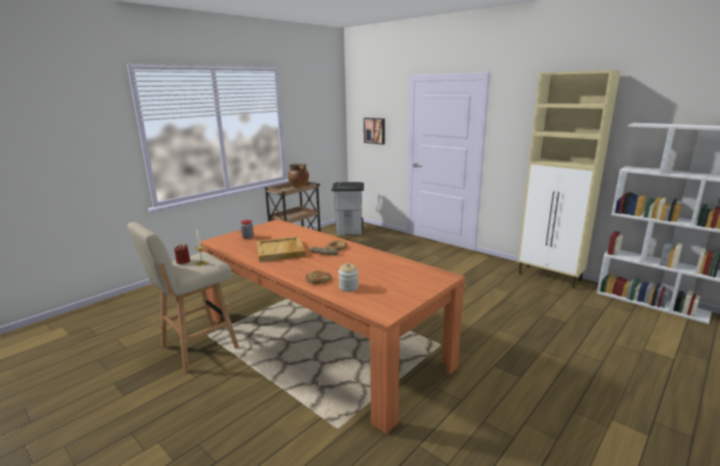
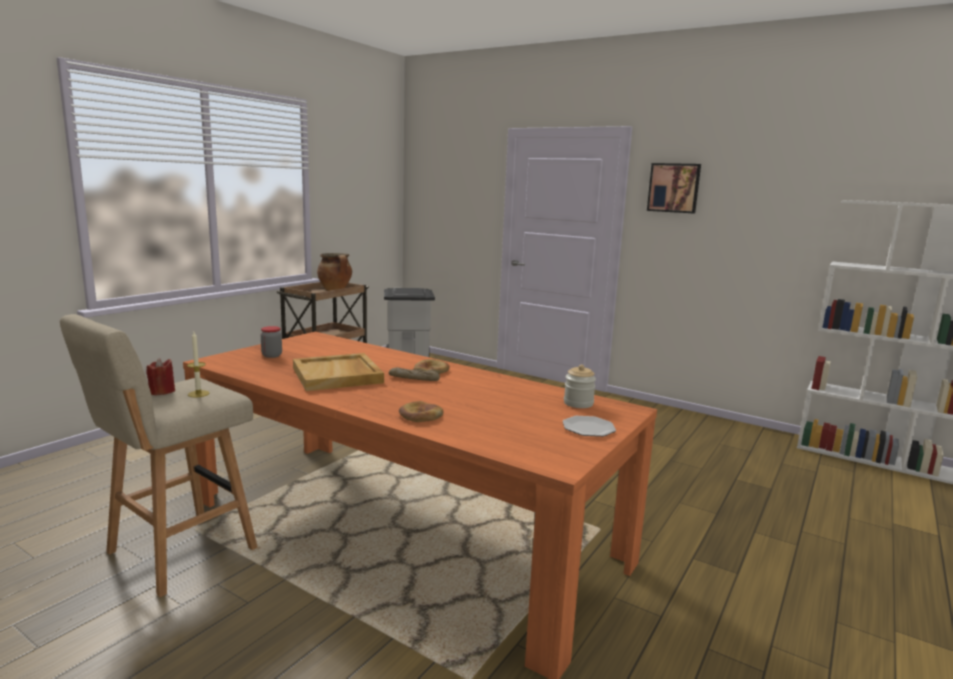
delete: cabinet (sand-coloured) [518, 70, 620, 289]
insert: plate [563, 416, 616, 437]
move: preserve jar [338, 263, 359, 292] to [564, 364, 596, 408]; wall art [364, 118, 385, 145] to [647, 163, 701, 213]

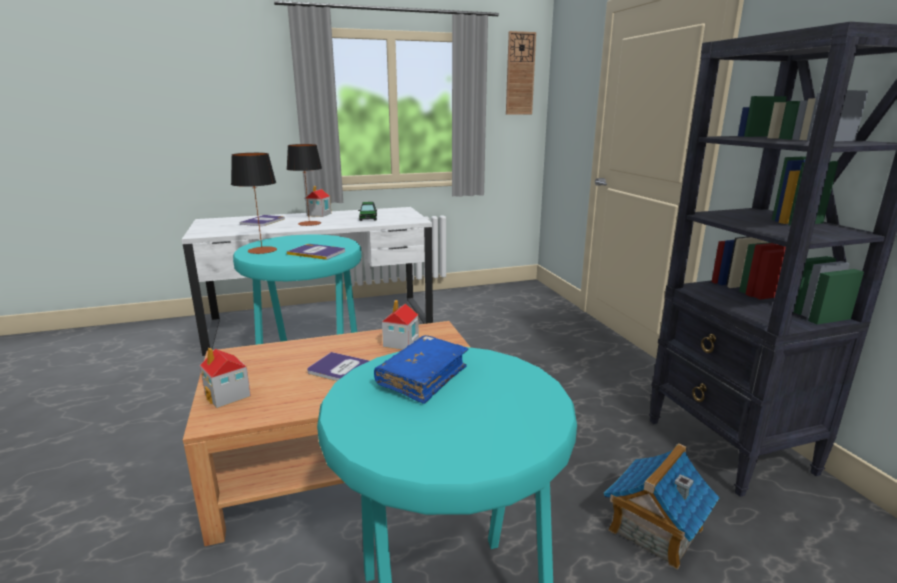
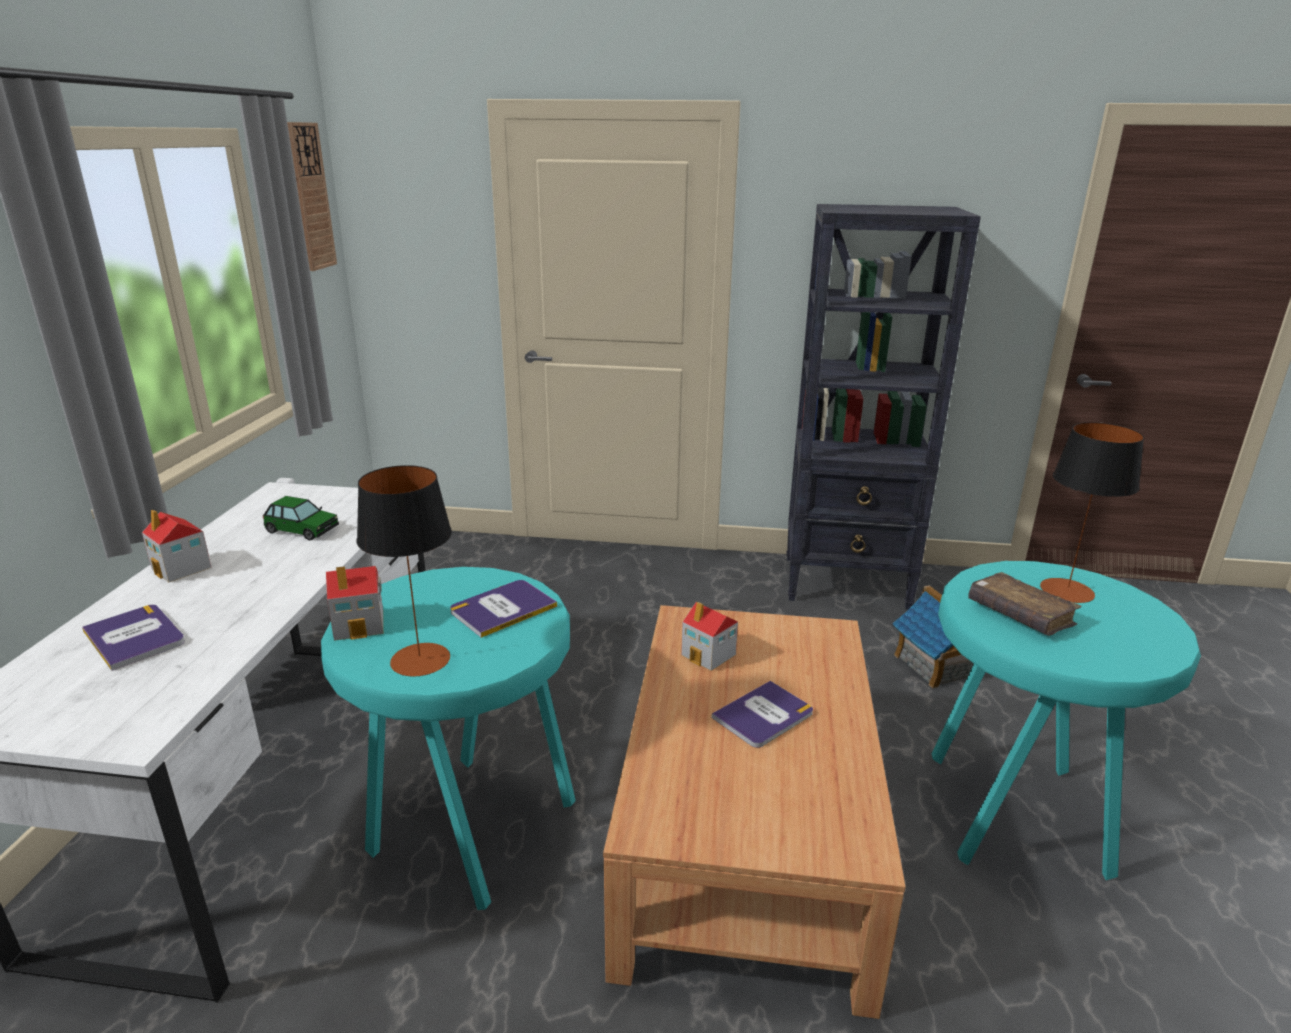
move: toy house [200, 348, 251, 408] to [326, 566, 383, 641]; table lamp [287, 144, 322, 226] to [1040, 422, 1144, 603]
recolor: bound book (blue-coloured) [374, 335, 468, 404] to bound book (brown-coloured) [968, 572, 1082, 636]

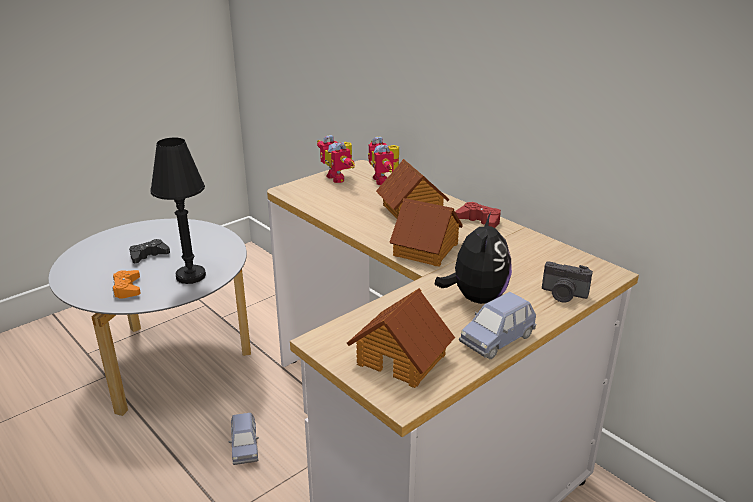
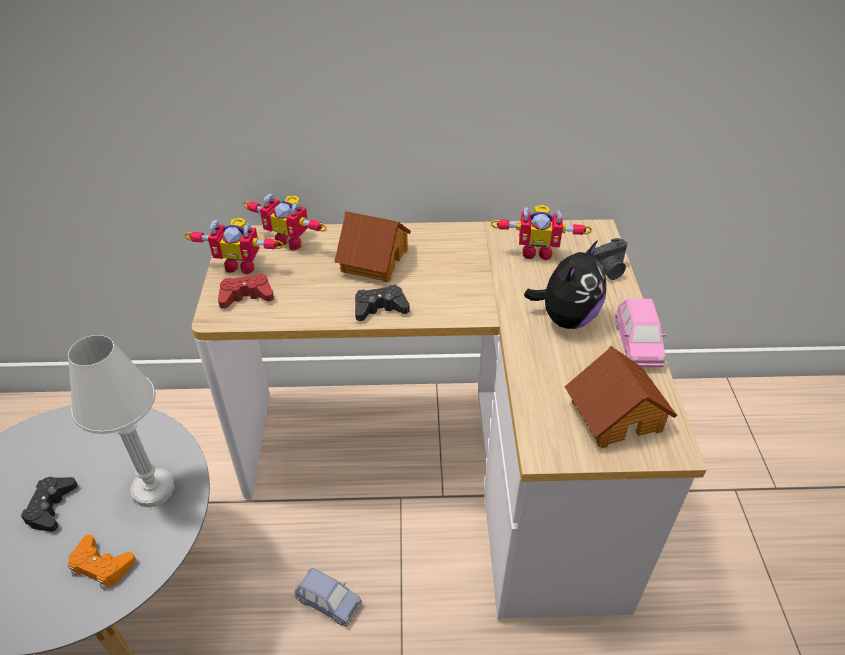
delete: toy house [389, 198, 463, 266]
insert: gamepad (black-coloured) [355, 285, 410, 321]; toy robot [491, 205, 592, 261]
move: gamepad (red-coloured) [455, 202, 501, 228] to [218, 273, 274, 309]
recolor: table lamp (black-coloured) [150, 137, 206, 284] to table lamp (white-coloured) [68, 335, 175, 507]; toy car (blue-coloured) [459, 292, 536, 359] to toy car (pink-coloured) [615, 299, 667, 367]
rotate: soft toy [434, 213, 512, 304] = [524, 240, 606, 329] 75 degrees clockwise

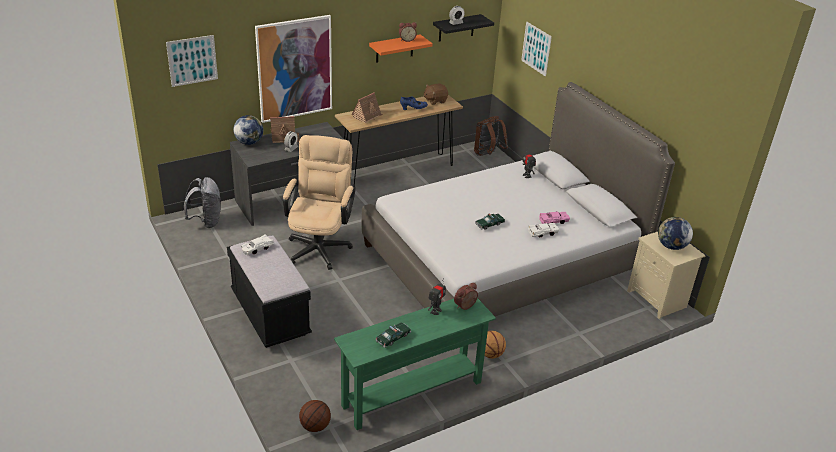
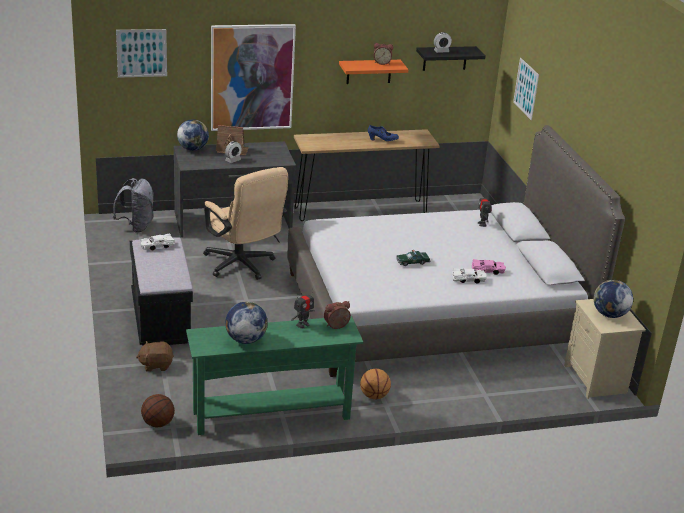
delete: toy house [351, 93, 383, 123]; backpack (brown-coloured) [474, 116, 508, 156]
move: soft toy (brown-coloured) [423, 84, 448, 105] to [136, 341, 174, 372]
replace: toy car [375, 322, 411, 348] to desk globe [225, 302, 268, 344]
rotate: computer chair (sand-coloured) [283, 135, 356, 270] = [203, 167, 288, 280] 120 degrees clockwise

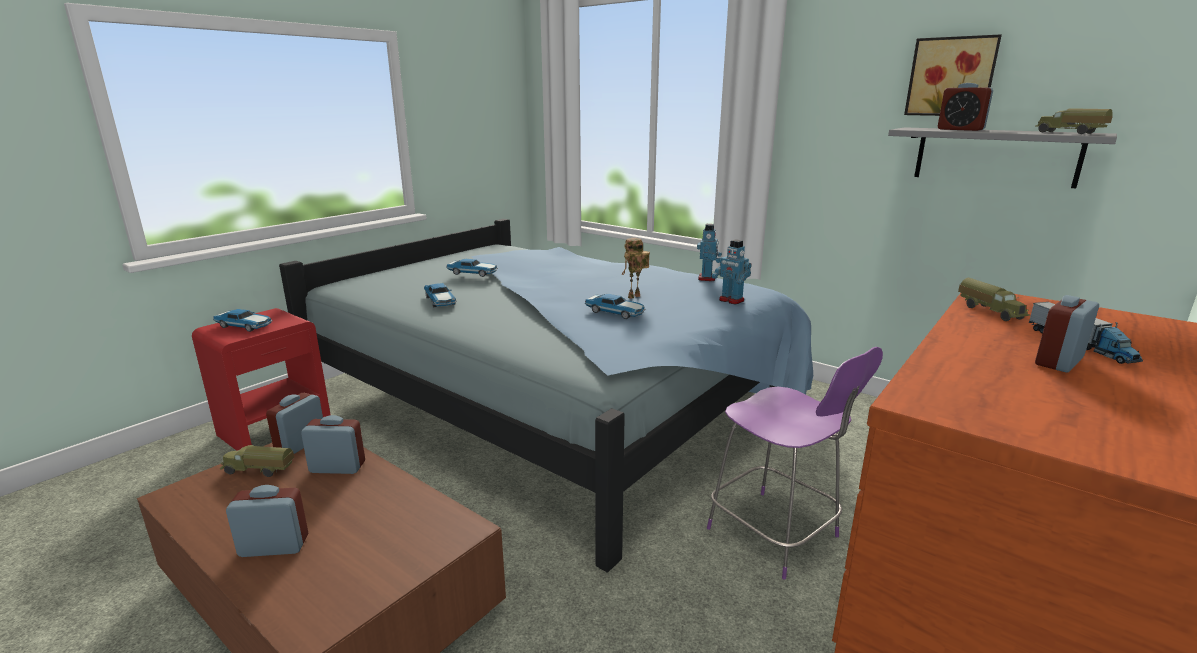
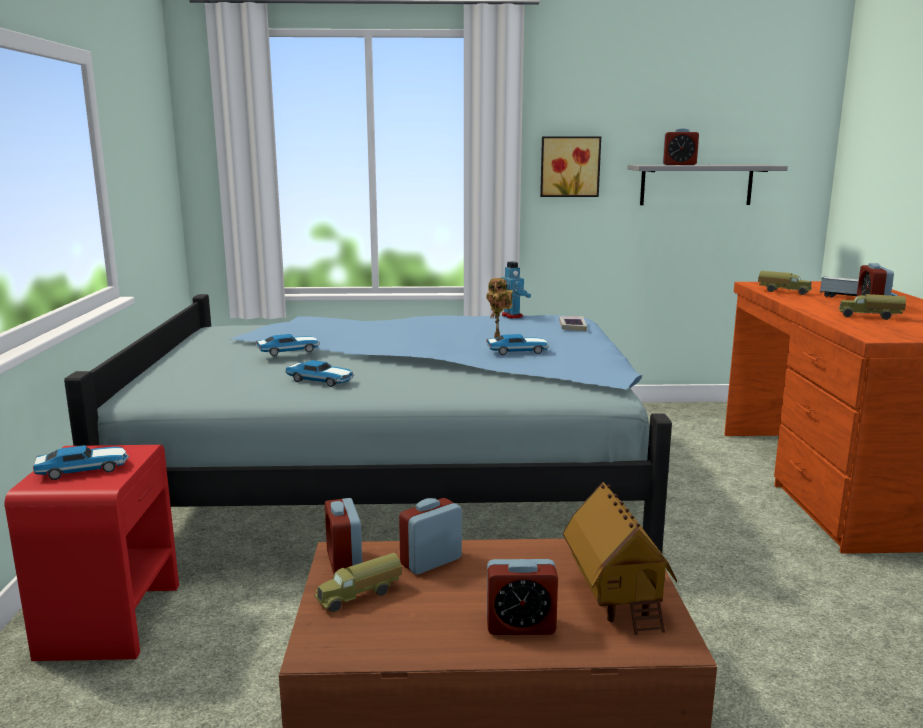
delete: chair (purple) [707, 347, 883, 580]
insert: toy house [563, 482, 677, 635]
move: wall art [904, 34, 1002, 116] to [540, 136, 601, 197]; model truck [1035, 108, 1113, 134] to [839, 294, 906, 320]
replace: toy robot [712, 239, 752, 304] to bound book [559, 316, 587, 332]
rotate: table clock [226, 485, 308, 557] = [487, 559, 558, 635] 135 degrees counterclockwise

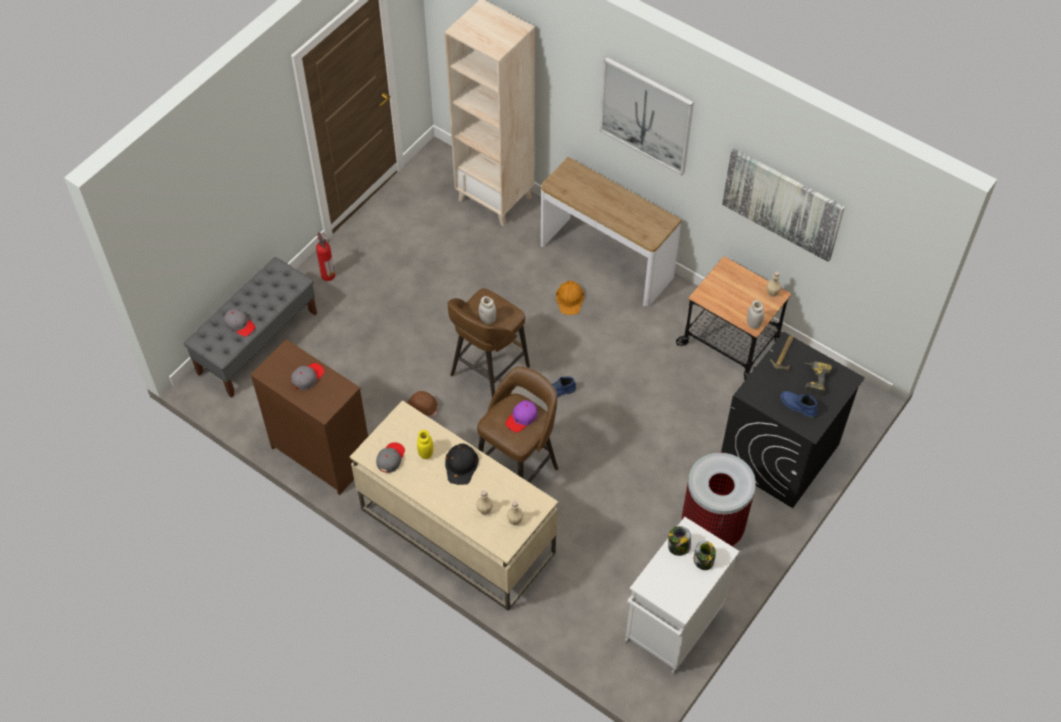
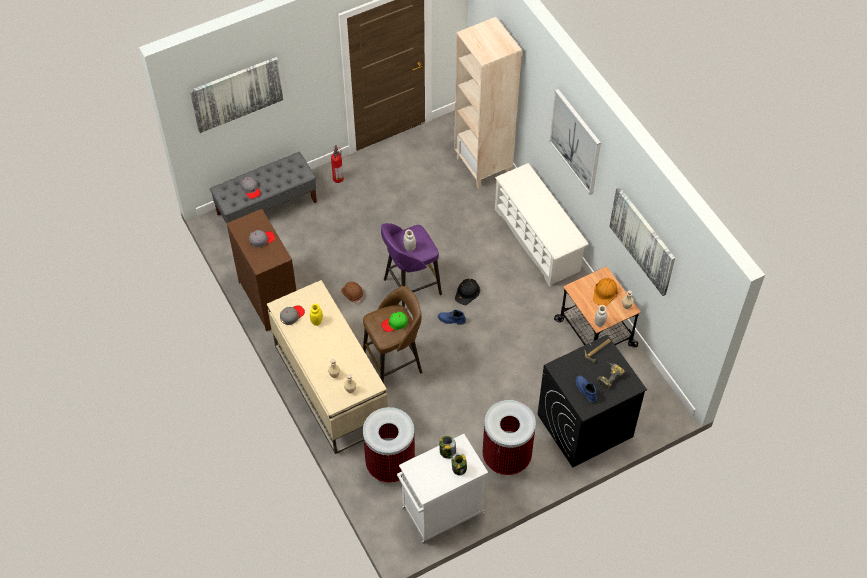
insert: wall art [190, 57, 283, 133]; waste bin [363, 407, 415, 483]
move: safety helmet (black-coloured) [445, 444, 479, 485] to [455, 279, 480, 305]; safety helmet (orange-coloured) [556, 281, 584, 315] to [593, 278, 618, 306]
replace: console table [541, 157, 682, 307] to shoe rack (white-coloured) [495, 163, 588, 287]
recolor: stool seat (brown-coloured) [448, 288, 530, 397] to stool seat (purple) [381, 223, 442, 308]; baseball cap (purple) [505, 400, 538, 433] to baseball cap (green) [381, 312, 408, 332]

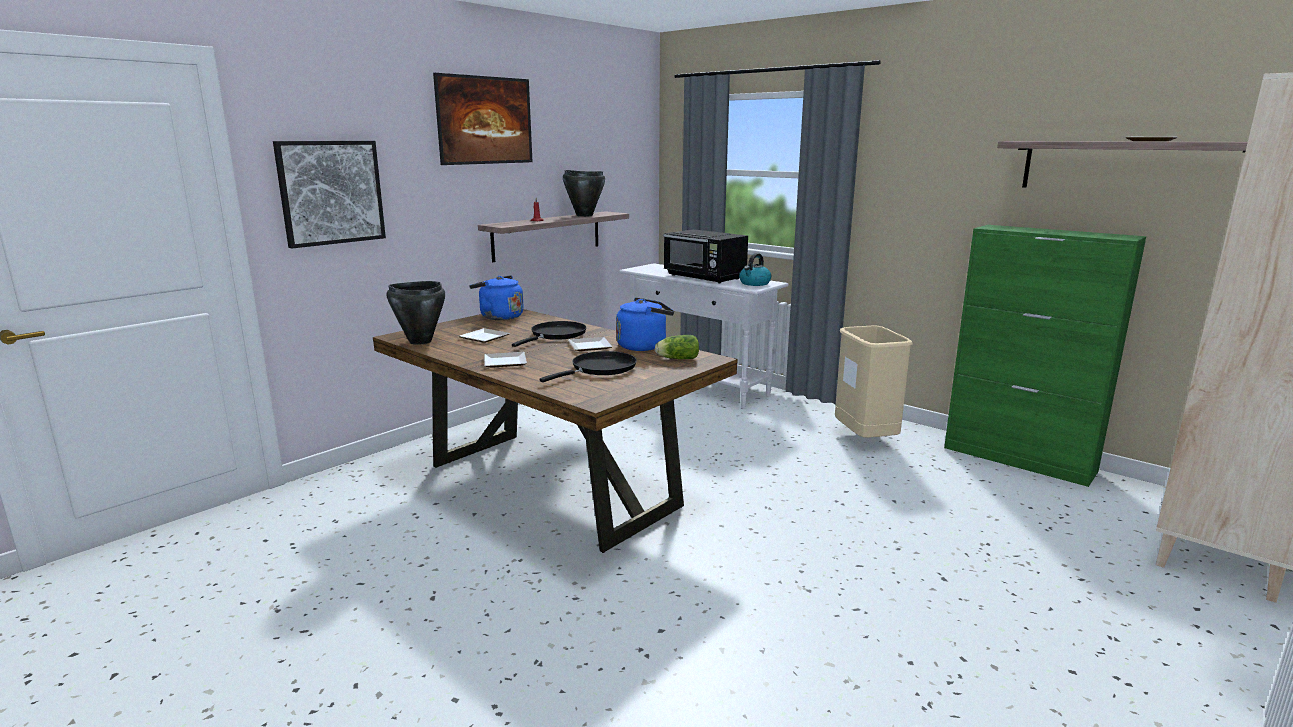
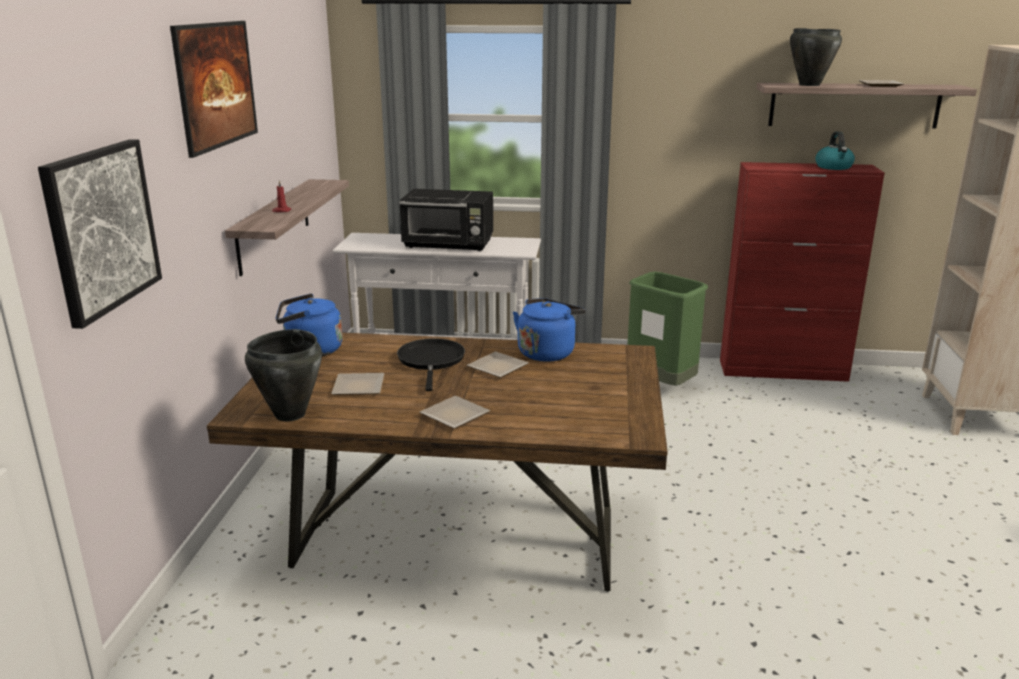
delete: pan (black-coloured) [540, 351, 637, 382]; head of lettuce [655, 335, 699, 359]
move: stockpot (black-coloured) [563, 170, 605, 217] to [790, 28, 842, 86]; water kettle [739, 253, 771, 286] to [815, 131, 855, 170]
recolor: waste bin (sand-coloured) [835, 325, 913, 438] to waste bin (green) [628, 272, 708, 386]; cabinet (green) [944, 225, 1147, 487] to cabinet (red-coloured) [720, 162, 885, 382]

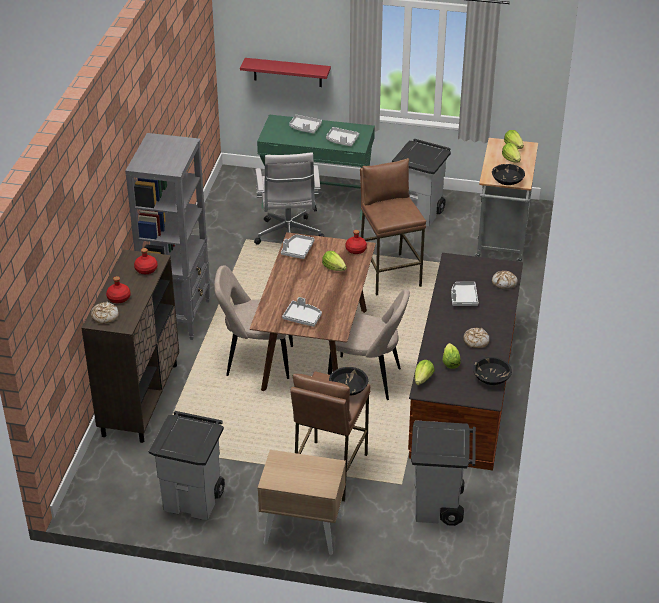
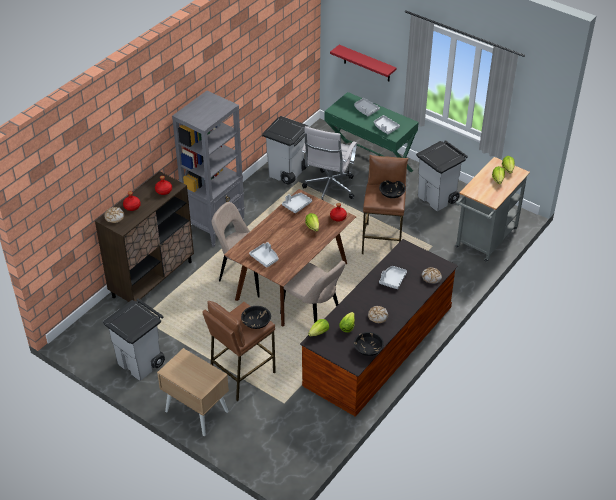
move: waste bin (gray) [411, 420, 476, 526] to [262, 116, 308, 185]; bowl (black-coloured) [492, 164, 525, 185] to [379, 180, 406, 198]

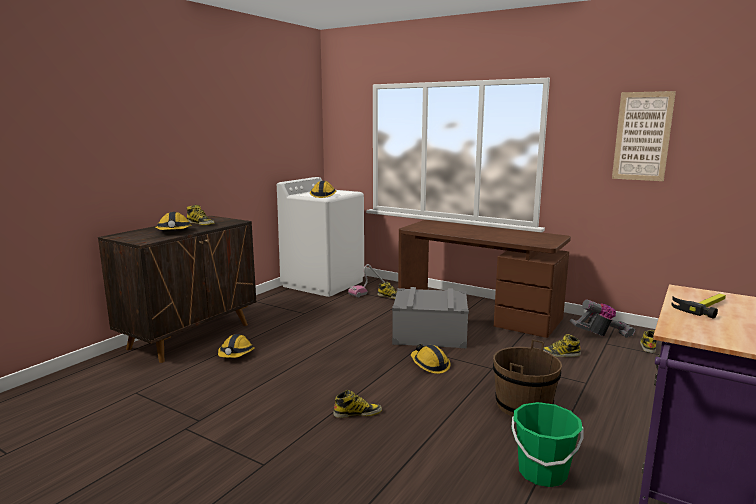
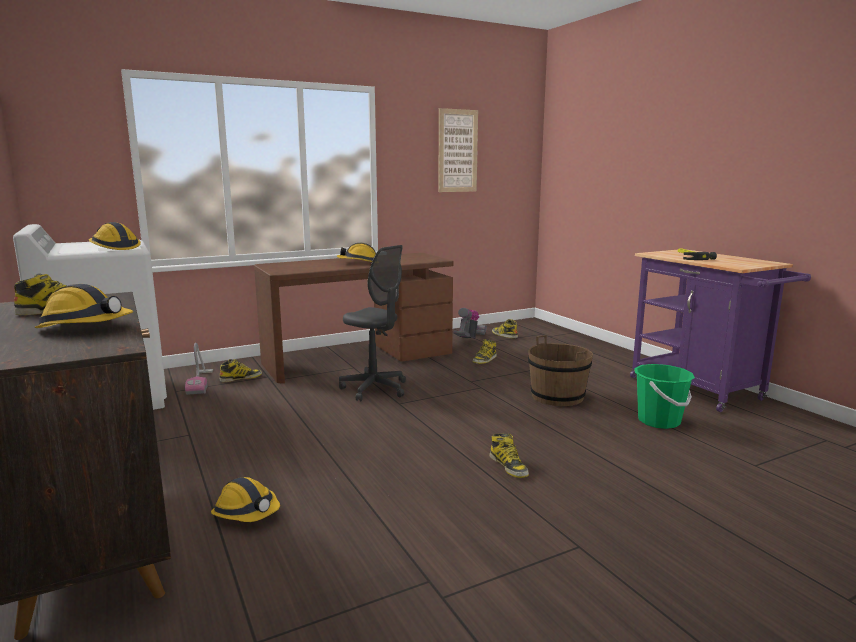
move: safety helmet [411, 344, 451, 374] to [337, 243, 376, 262]
replace: storage container (gray) [392, 287, 469, 348] to computer chair (gray) [339, 245, 406, 401]
rotate: boot [334, 390, 382, 418] = [490, 433, 529, 478] 135 degrees clockwise

